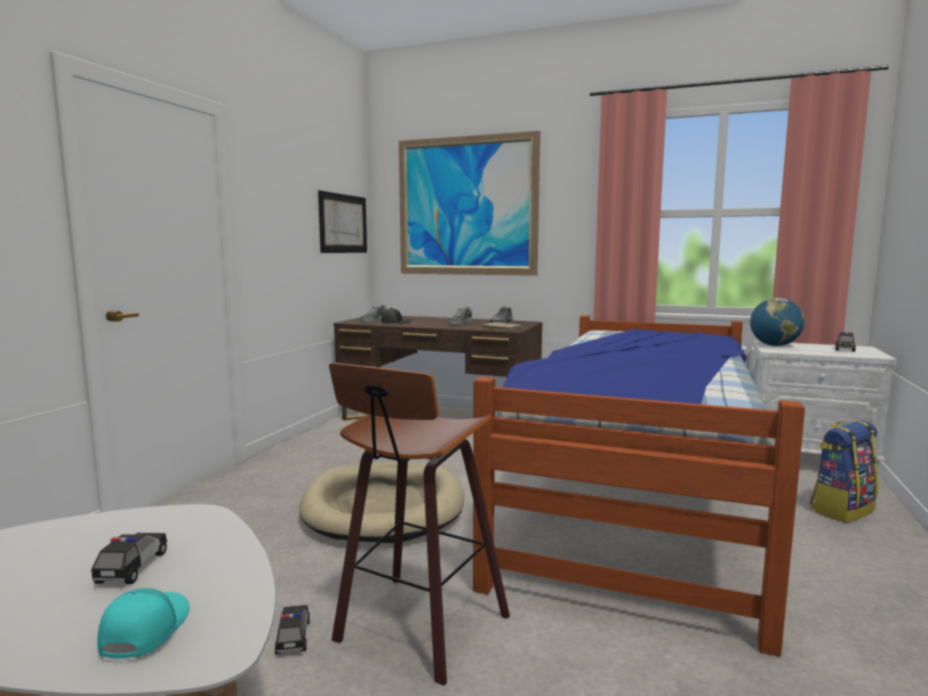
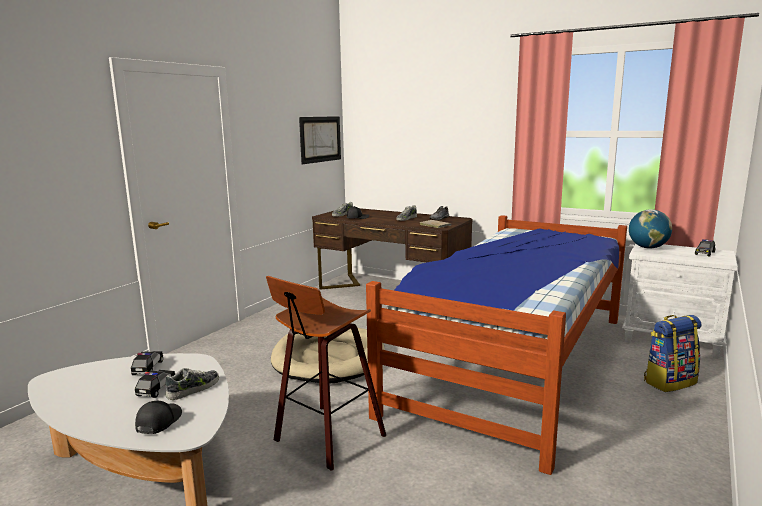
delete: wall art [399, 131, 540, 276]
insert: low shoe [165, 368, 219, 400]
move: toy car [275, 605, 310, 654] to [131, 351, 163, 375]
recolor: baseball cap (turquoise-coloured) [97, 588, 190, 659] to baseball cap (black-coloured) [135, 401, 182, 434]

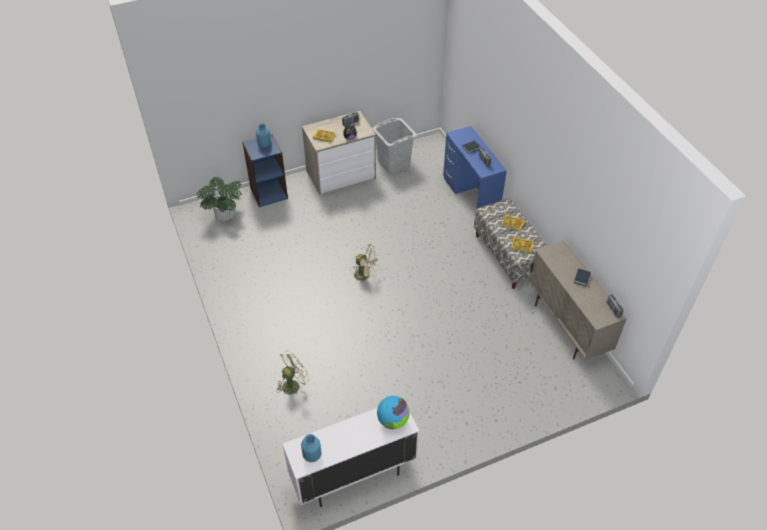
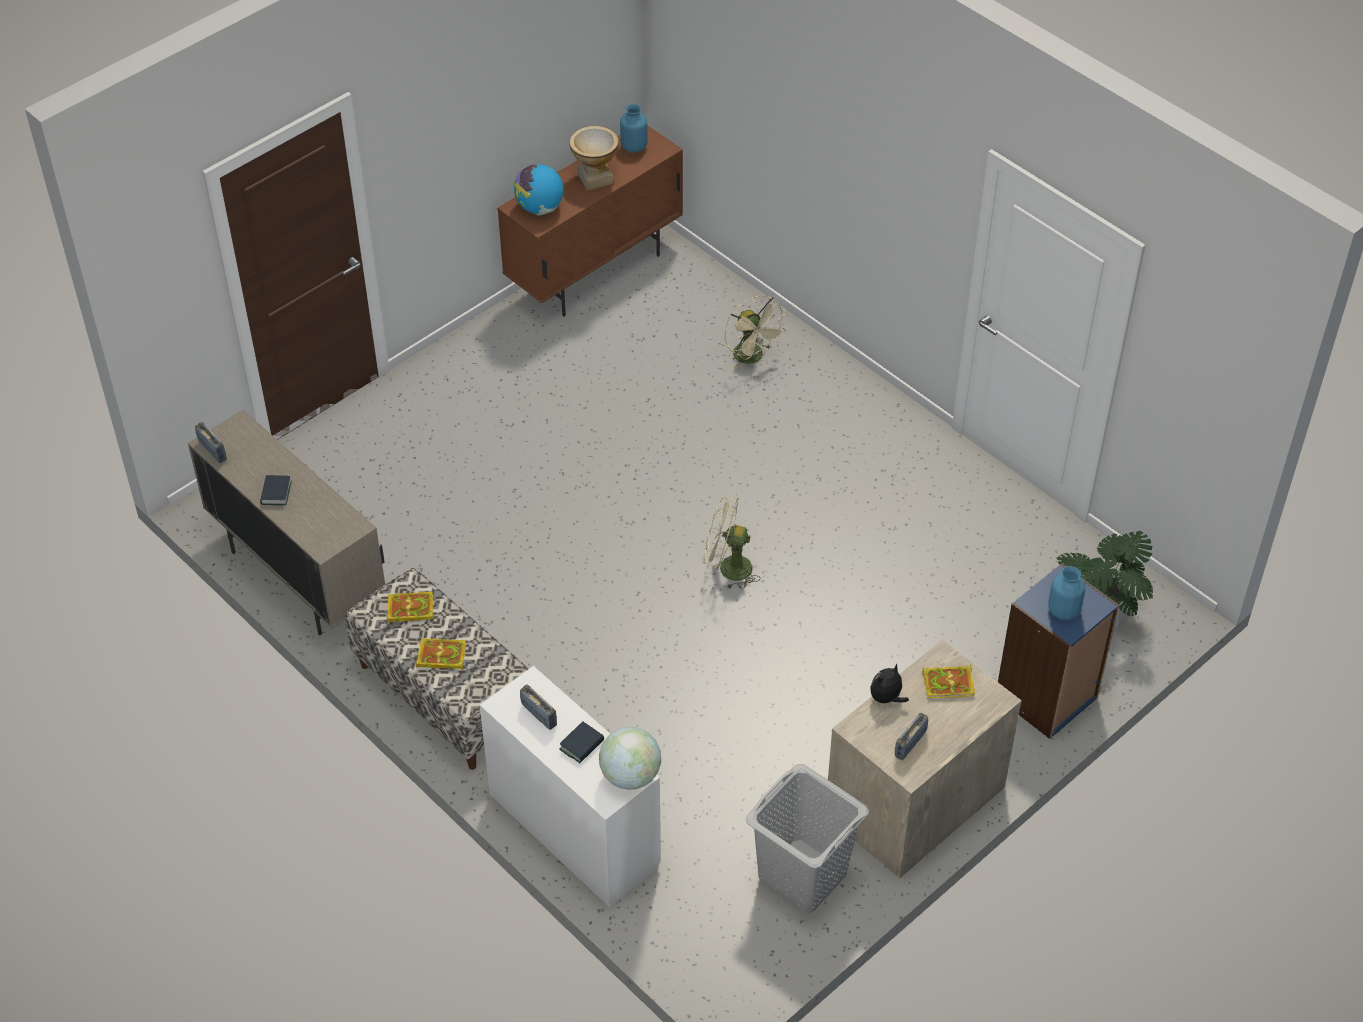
insert: decorative vase [569, 126, 619, 191]; desk globe [599, 727, 661, 790]
recolor: cabinet (white-coloured) [282, 408, 420, 507] to cabinet (brown-coloured) [497, 125, 683, 317]; desk (blue-coloured) [443, 126, 507, 210] to desk (white-coloured) [480, 666, 661, 907]
rotate: cooling fan (sand-coloured) [276, 351, 311, 395] = [724, 295, 787, 371] 60 degrees counterclockwise

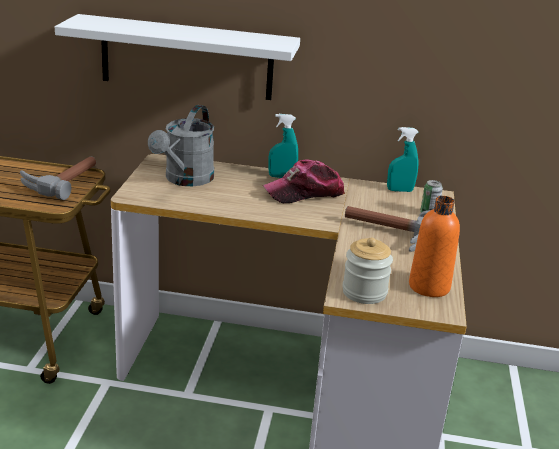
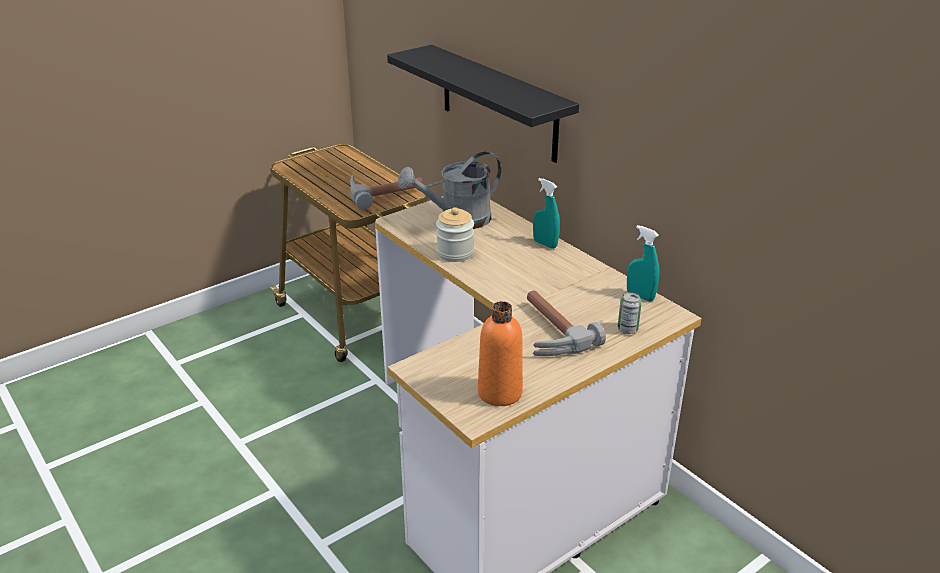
delete: baseball cap [263, 159, 345, 203]
move: preserve jar [342, 237, 393, 304] to [436, 207, 474, 262]
recolor: shelf (white-coloured) [55, 14, 300, 100] to shelf (black-coloured) [387, 45, 579, 163]

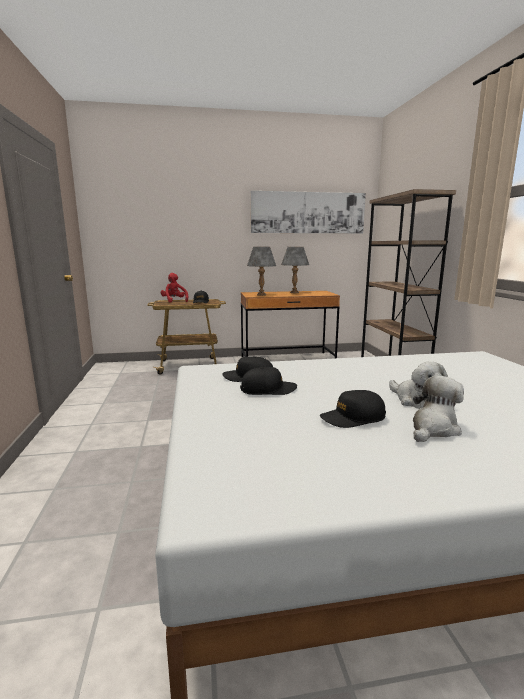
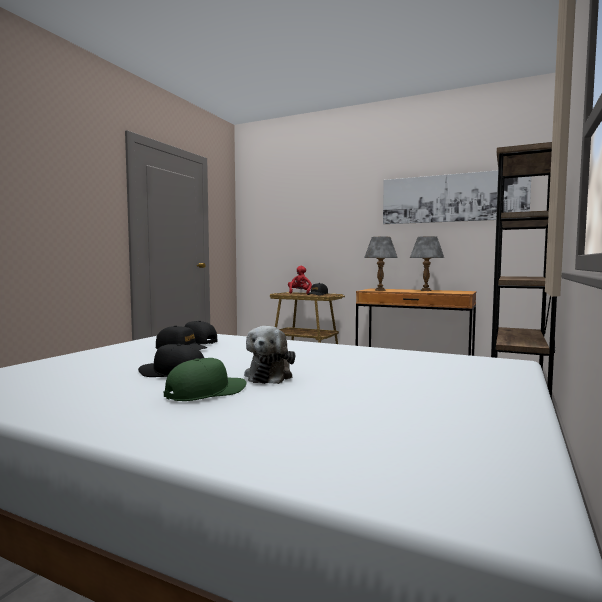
replace: soft toy [413, 376, 464, 442] to baseball cap (green) [164, 358, 246, 401]

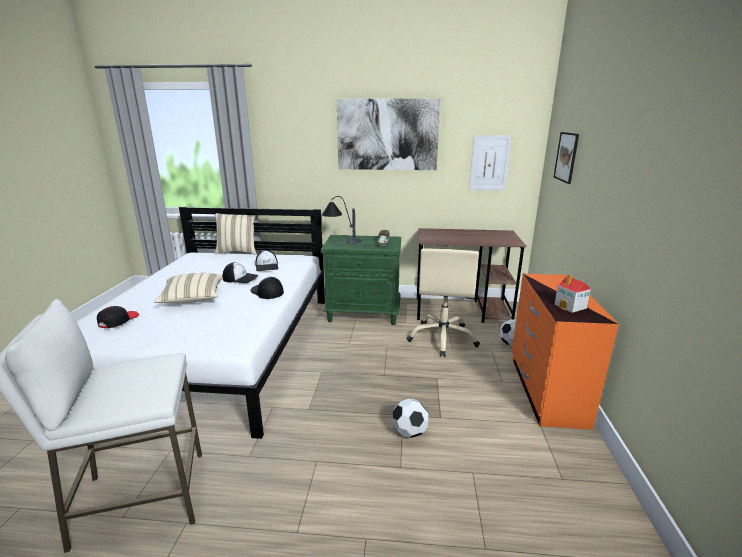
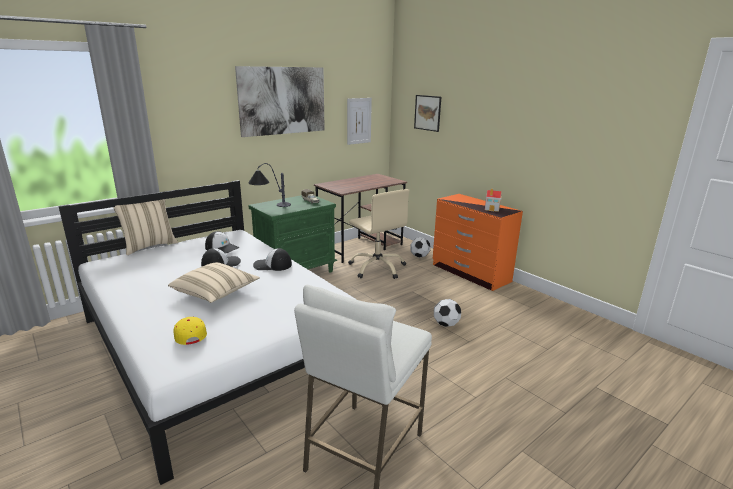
recolor: baseball cap (black-coloured) [97, 306, 139, 328] to baseball cap (yellowish) [173, 317, 207, 345]

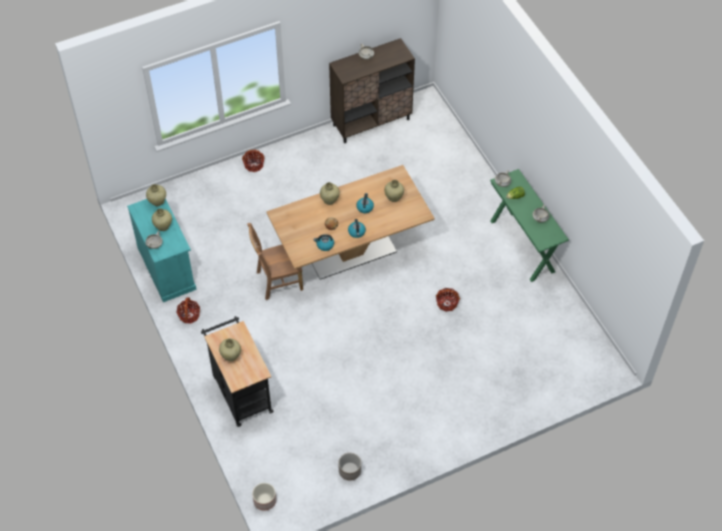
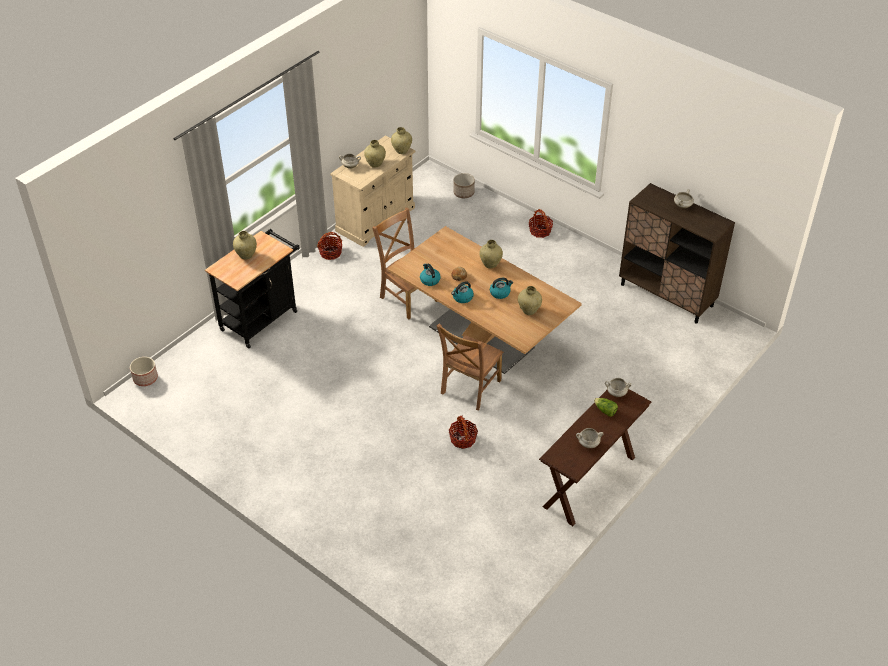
insert: chair (brown-coloured) [436, 324, 503, 410]
move: flower pot [338, 453, 361, 480] to [453, 173, 475, 198]
recolor: cabinet (turquoise-coloured) [127, 199, 197, 302] to cabinet (sand-coloured) [330, 135, 415, 247]; console table (green) [490, 169, 569, 282] to console table (brown-coloured) [539, 389, 651, 526]

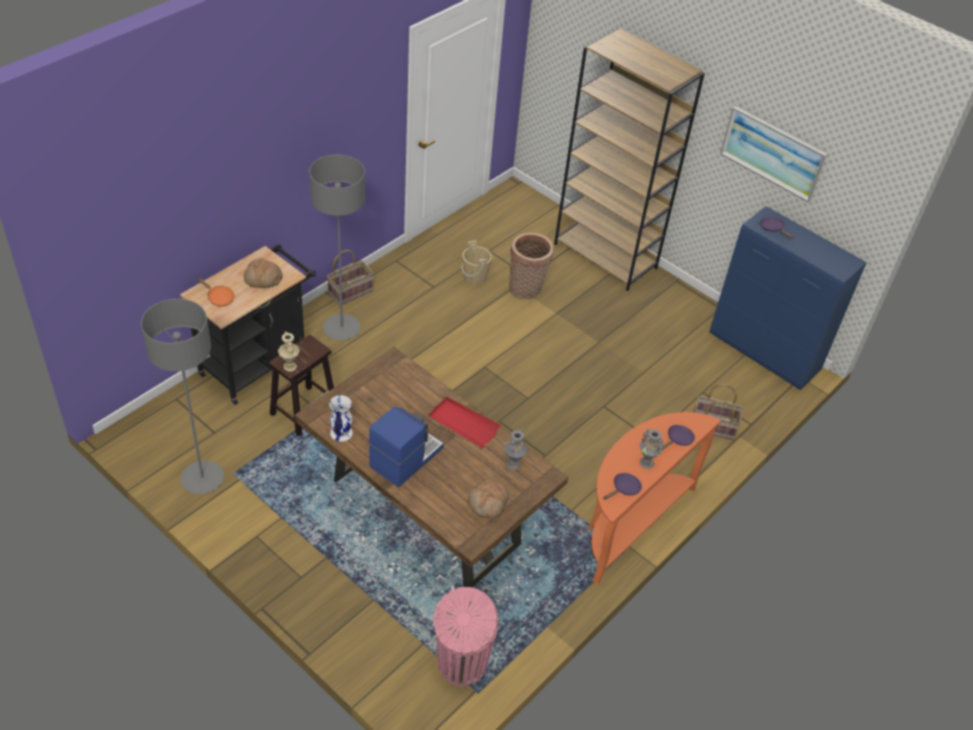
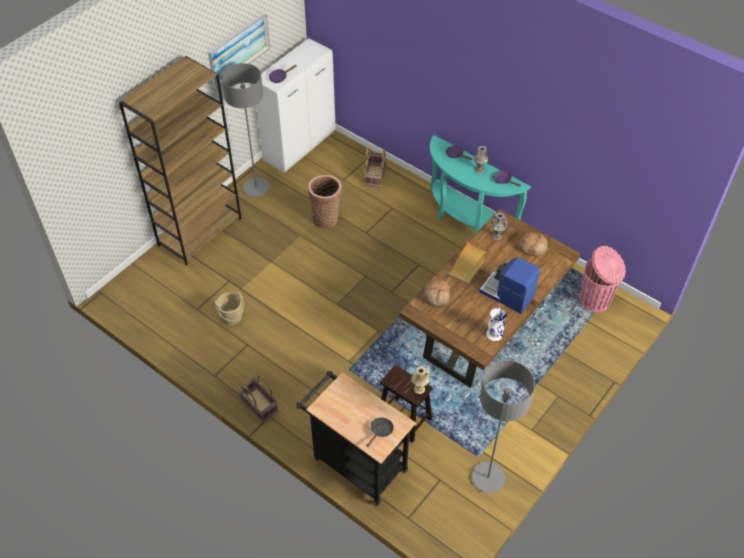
move: baked bread [244, 258, 283, 288] to [424, 279, 450, 307]; floor lamp (gray) [309, 155, 365, 340] to [221, 63, 270, 197]; household basket [509, 233, 553, 300] to [308, 175, 342, 229]
recolor: pan (orange-coloured) [197, 277, 234, 306] to pan (black-coloured) [366, 417, 394, 447]; serving tray (red-coloured) [427, 396, 502, 449] to serving tray (sand-coloured) [448, 242, 492, 285]; console table (orange-coloured) [588, 412, 721, 585] to console table (turquoise-coloured) [430, 135, 531, 235]; cabinet (blue-coloured) [710, 206, 867, 390] to cabinet (white-coloured) [256, 38, 336, 173]

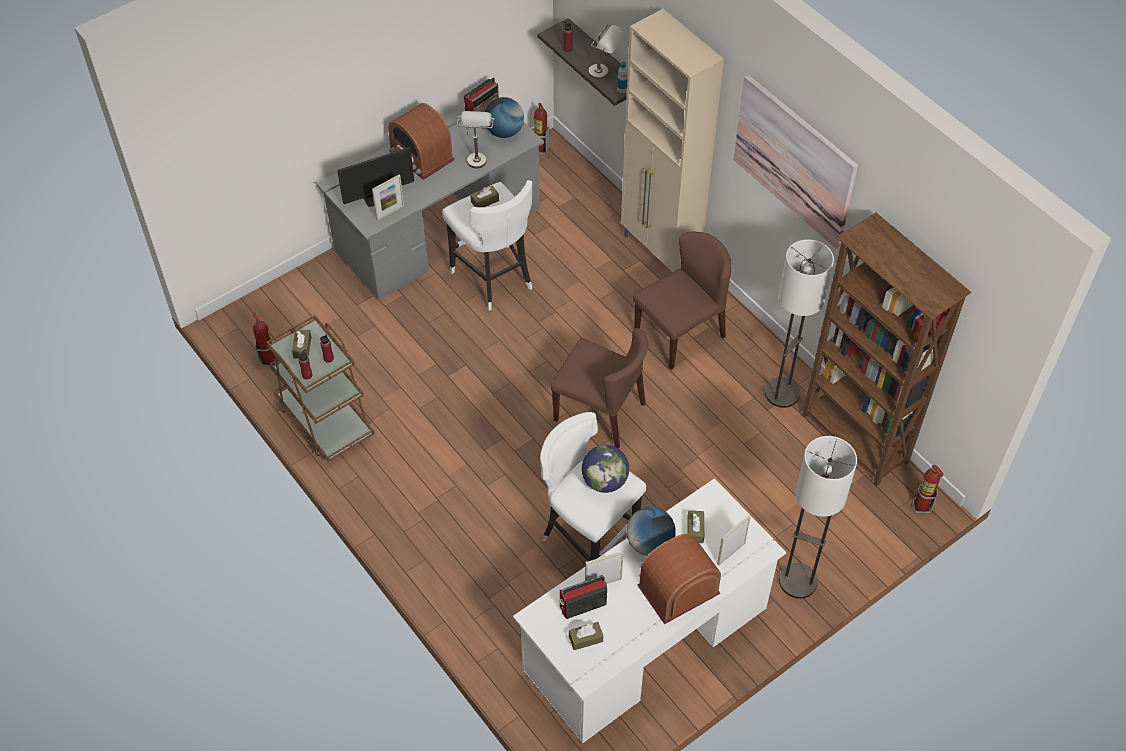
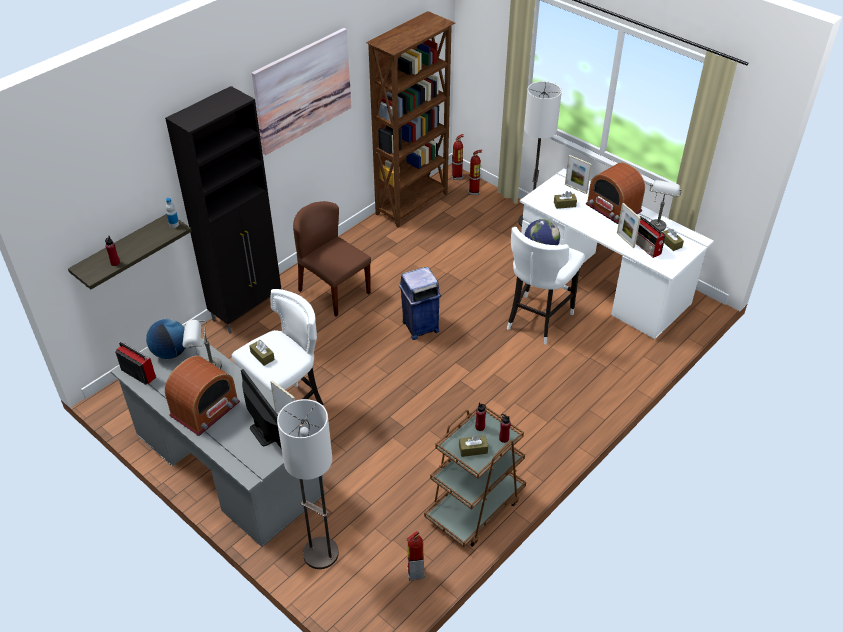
delete: desk globe [626, 507, 676, 556]
move: fire-fighting cylinder [534, 103, 549, 155] to [468, 150, 482, 195]; table lamp (gray) [589, 24, 624, 79] to [650, 180, 683, 231]; floor lamp [765, 239, 834, 408] to [277, 399, 339, 569]
replace: chair (brown-coloured) [551, 328, 648, 449] to waste bin (blue-coloured) [399, 267, 441, 340]
recolor: cabinet (sand-coloured) [621, 9, 724, 273] to cabinet (black-coloured) [165, 86, 281, 334]

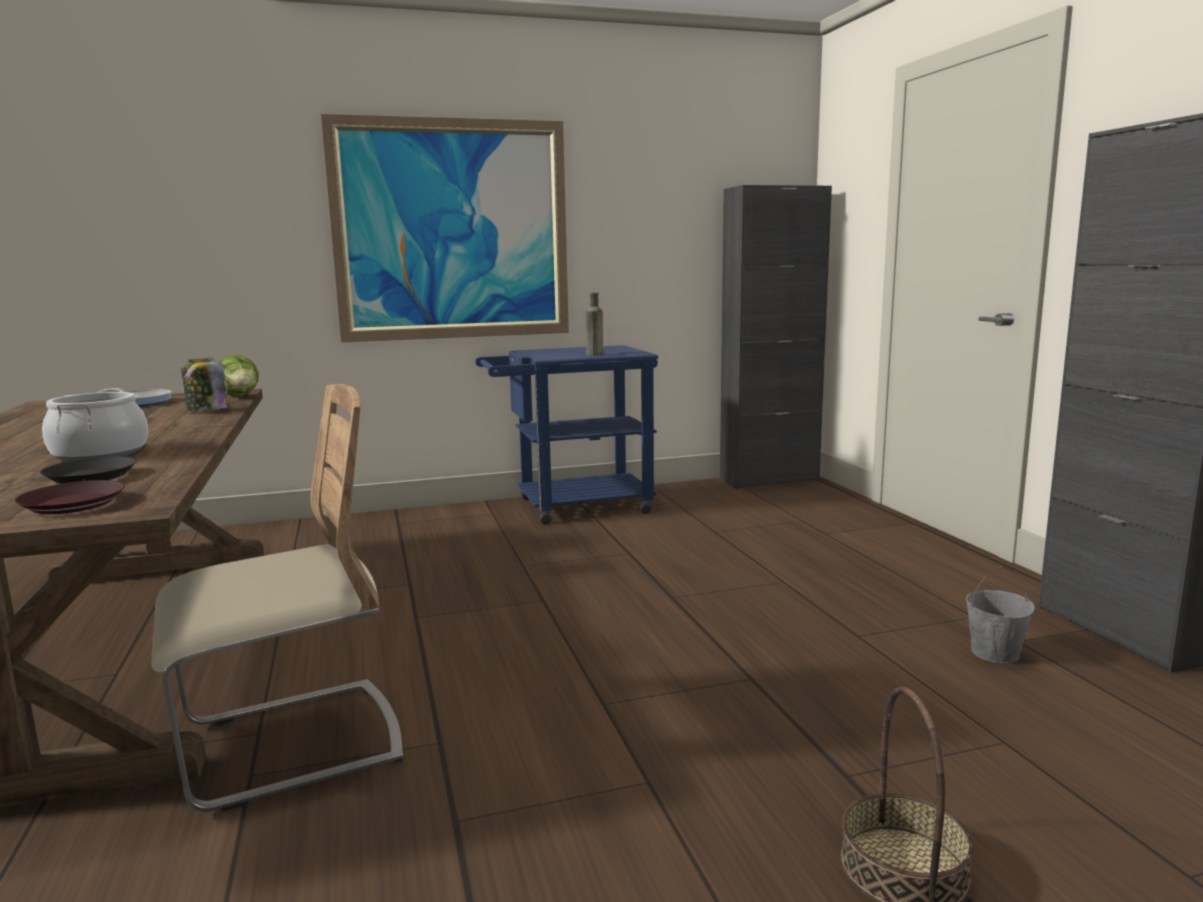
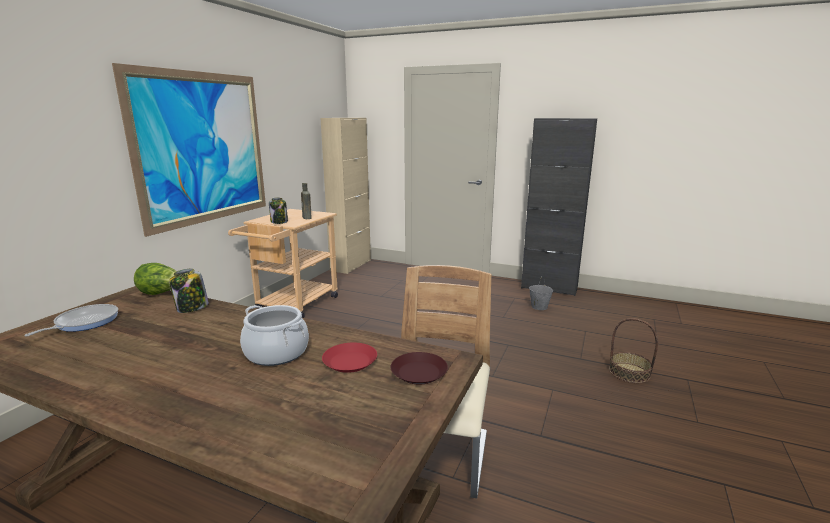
insert: preserve jar [269, 197, 288, 224]
recolor: plate (black-coloured) [40, 456, 137, 484] to plate (red-coloured) [322, 343, 377, 373]; wheeled cart (blue-coloured) [475, 345, 658, 525] to wheeled cart (sand-coloured) [228, 209, 338, 318]; cabinet (black-coloured) [720, 185, 832, 489] to cabinet (sand-coloured) [321, 118, 371, 274]

